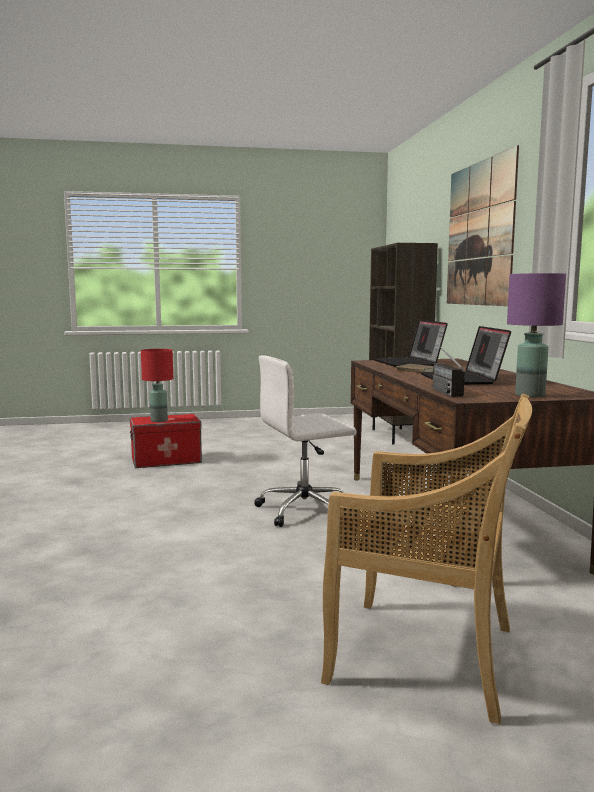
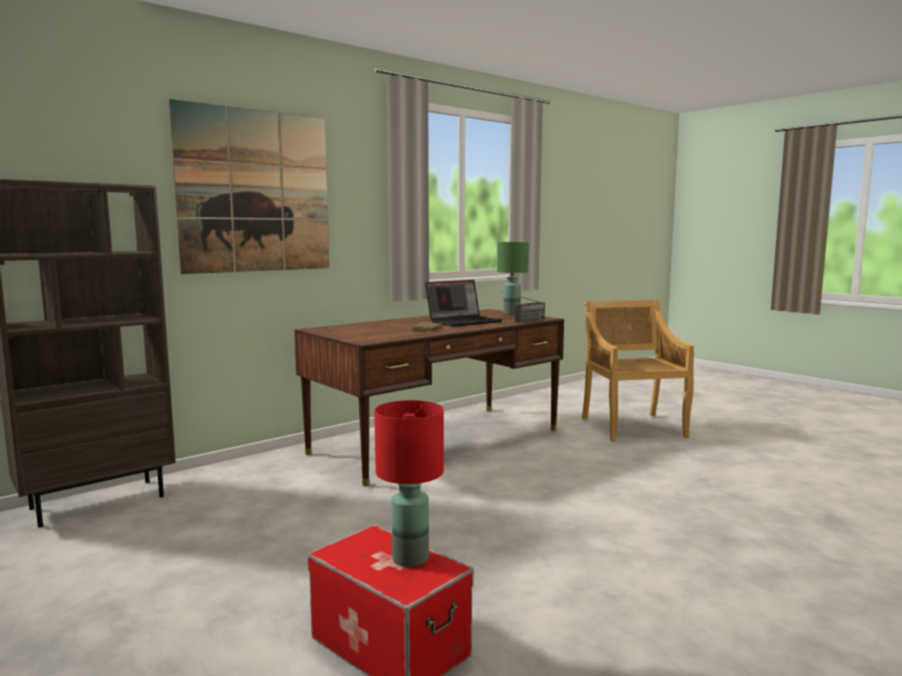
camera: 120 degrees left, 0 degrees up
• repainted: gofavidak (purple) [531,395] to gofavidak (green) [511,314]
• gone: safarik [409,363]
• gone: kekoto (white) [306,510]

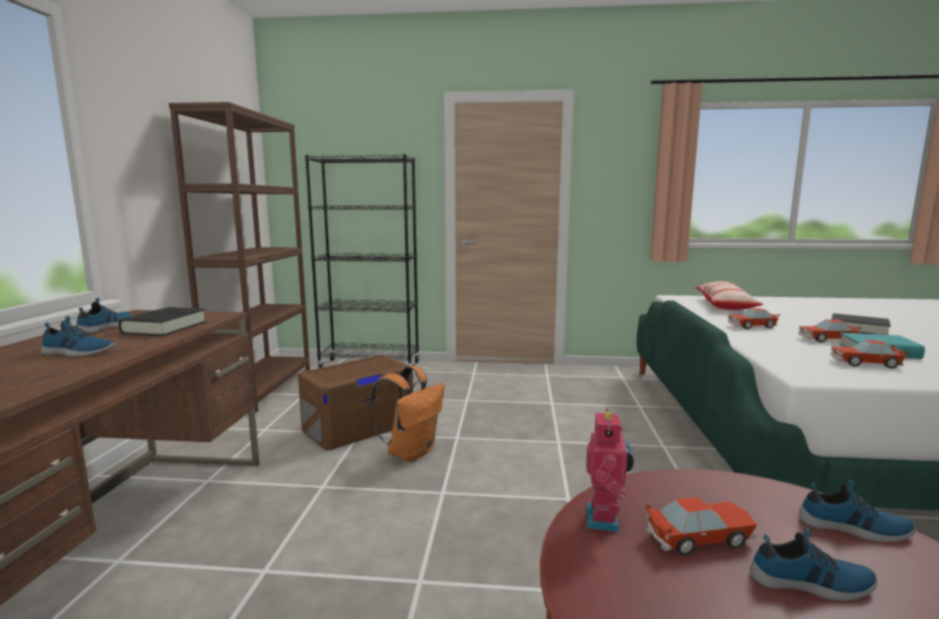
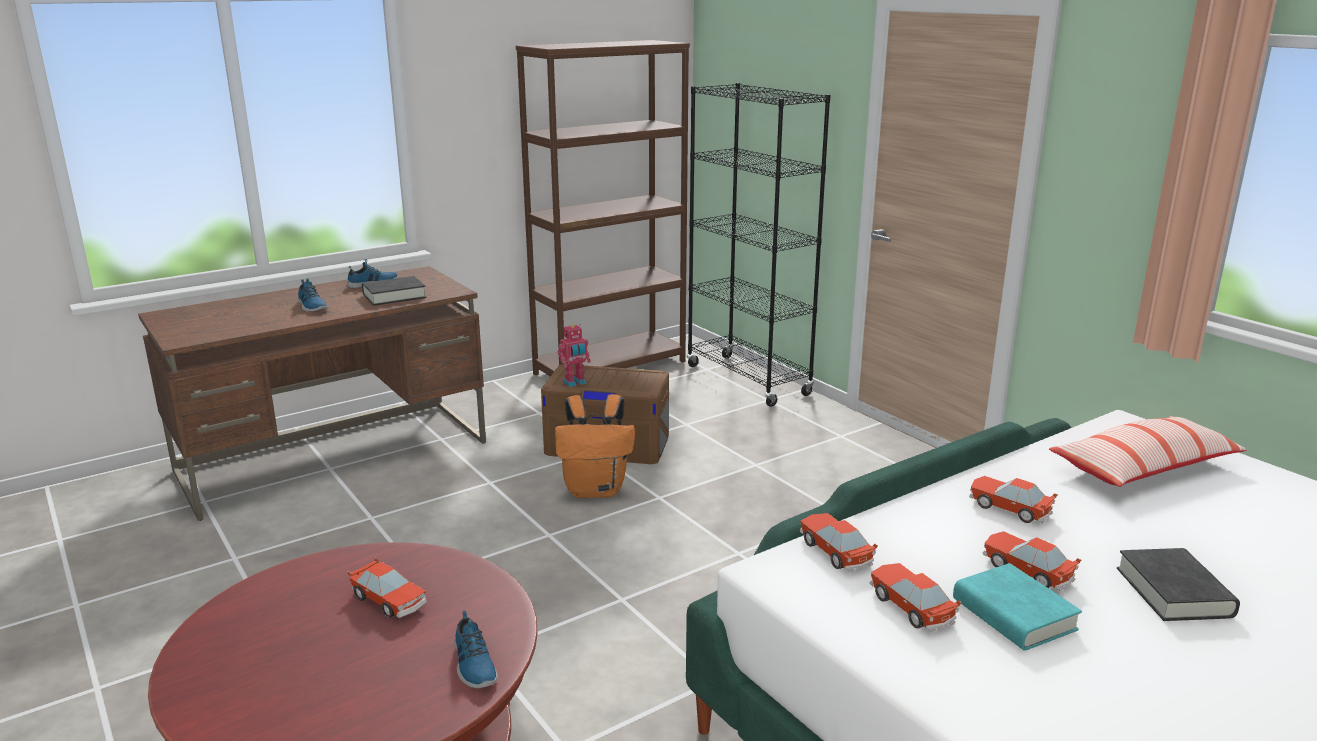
camera: 50 degrees right, 10 degrees up
• shifted: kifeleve [605,519] to [575,383]
• gone: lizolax [812,583]
• new: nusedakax [835,551]

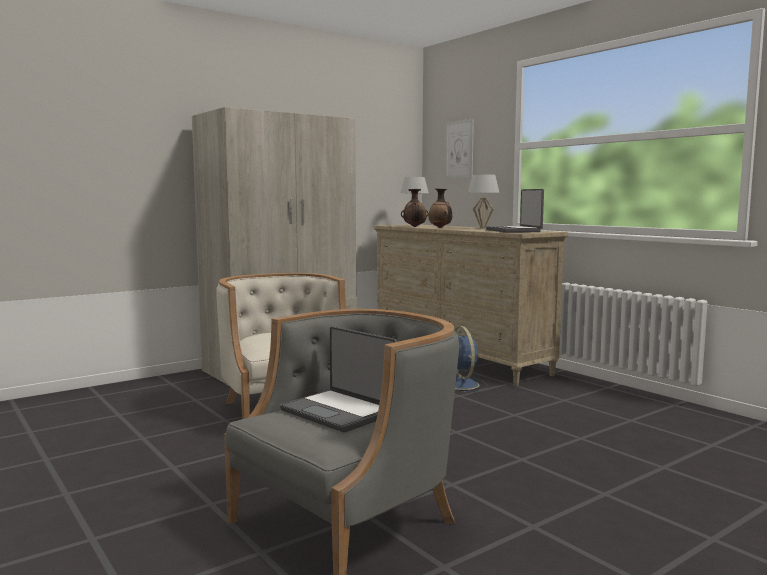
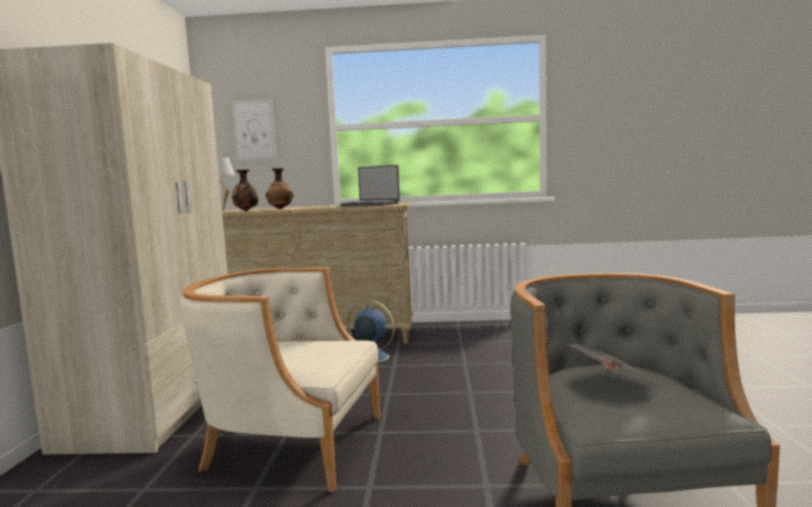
camera: 50 degrees left, 0 degrees up
• gone: gofavidak (white) [482,228]
• swapped: safarik [339,411] to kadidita [612,386]

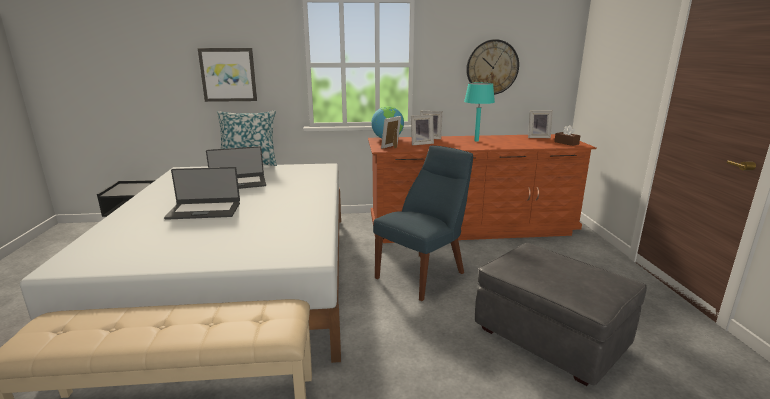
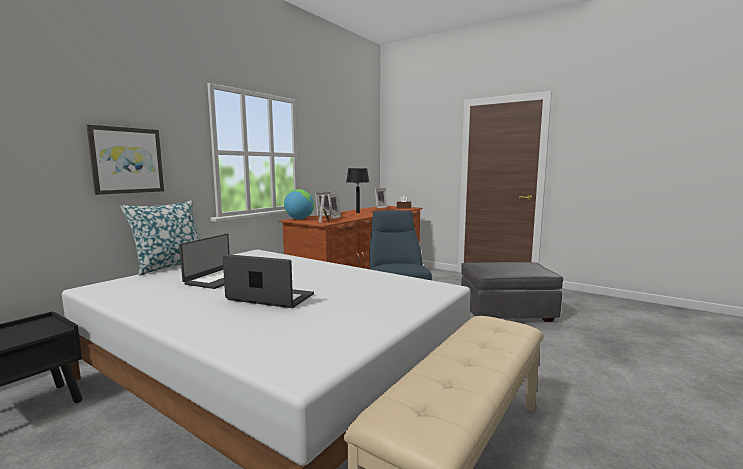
camera: 50 degrees left, 10 degrees down
• gone: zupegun [492,67]
• repainted: gofavidak (turquoise) [476,141] to gofavidak (black) [358,212]
• rotated: safarik [204,210] = [270,298] 105 degrees counterclockwise

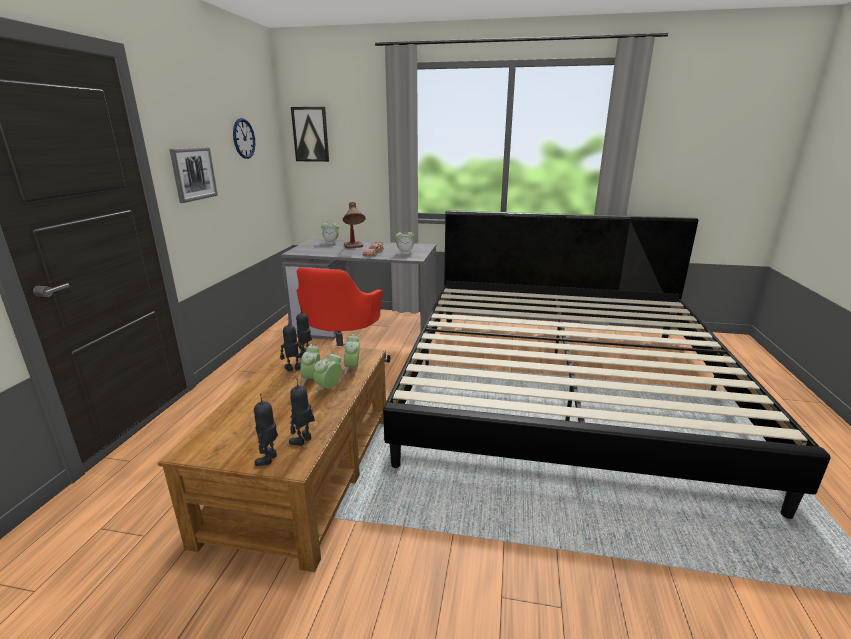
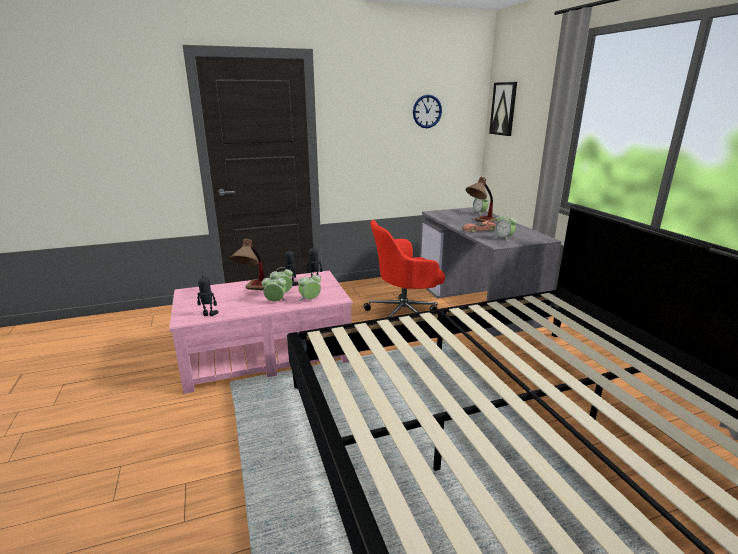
camera: 60 degrees right, 0 degrees up
• gone: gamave [193,174]
• repainted: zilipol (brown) [302,472] to zilipol (pink) [265,354]
• gone: kifeleve [269,459]
• new: gofavidak [254,291]

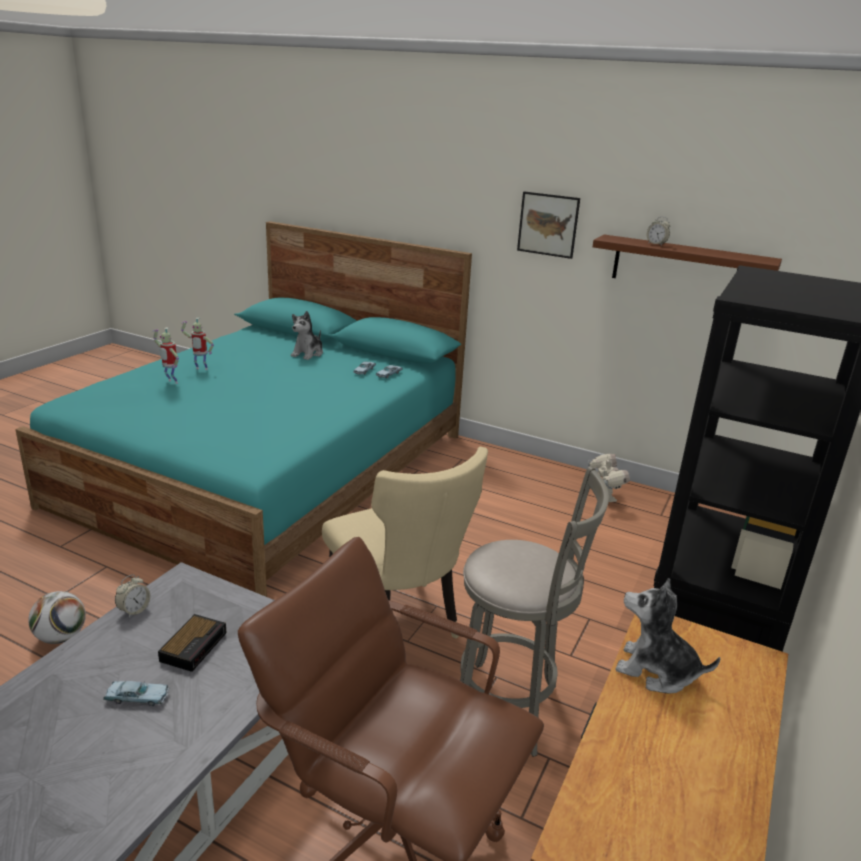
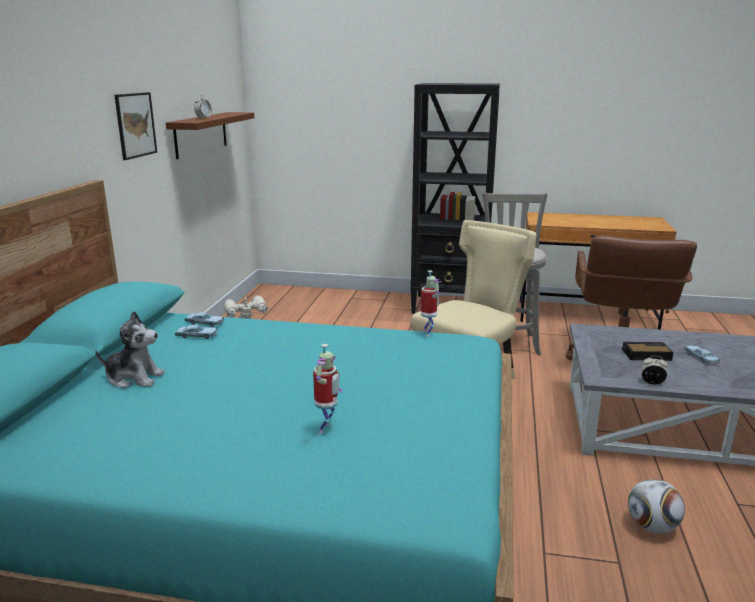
camera: 105 degrees left, 5 degrees down
• shifted: kifeleve [200,369] to [428,333]
• gone: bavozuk [656,671]

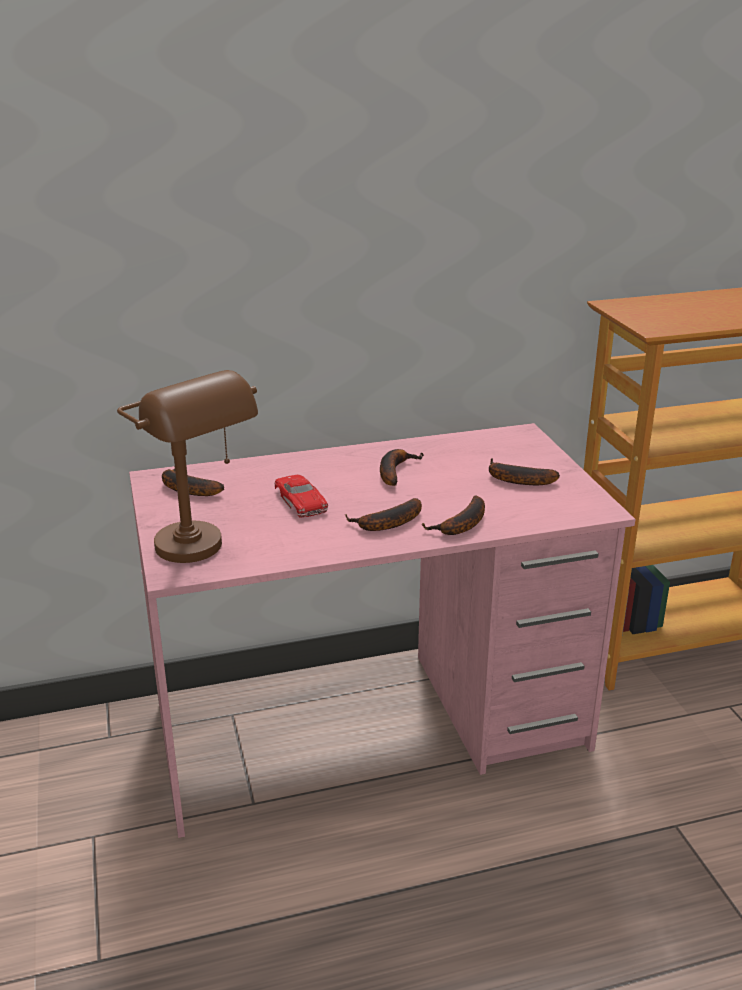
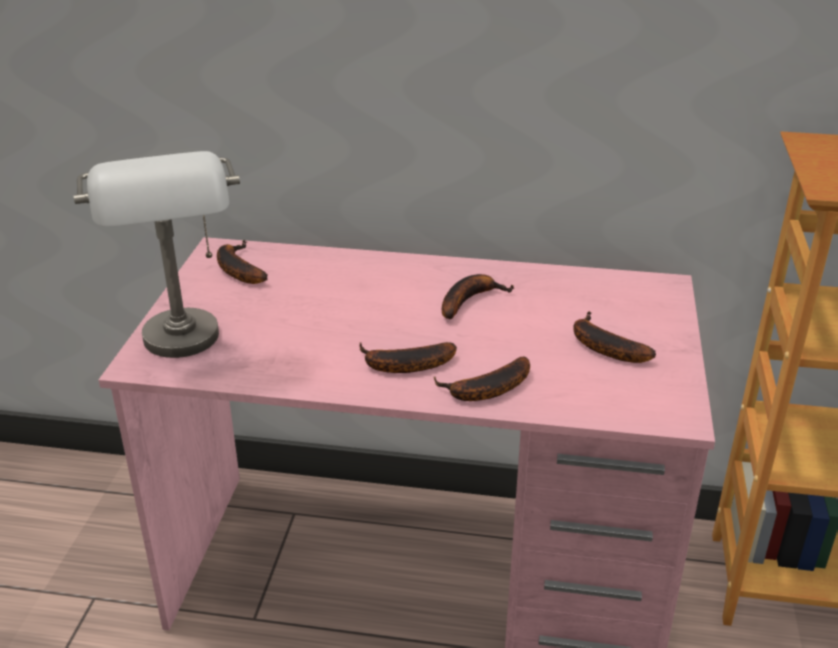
camera: 25 degrees right, 5 degrees up
• repainted: gofavidak (brown) [204,554] to gofavidak (grey) [186,350]
• gone: nusedakax (red) [300,500]

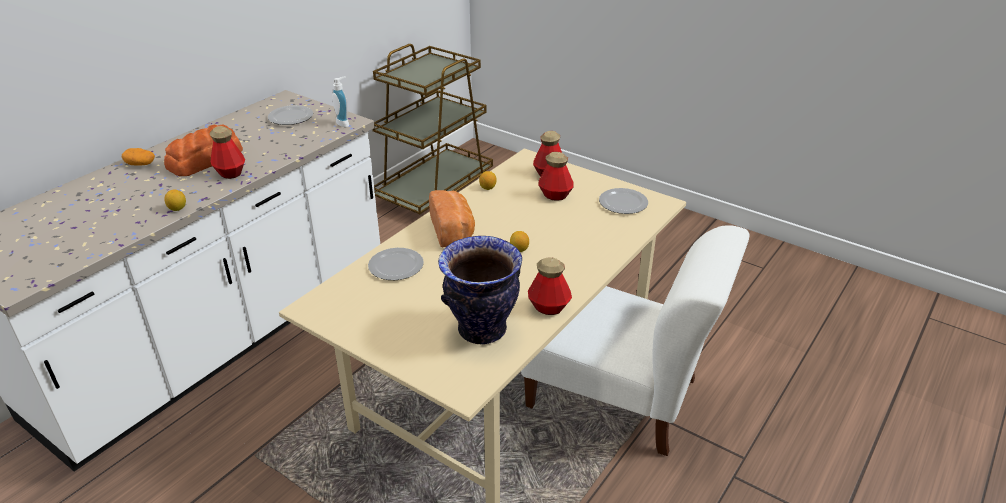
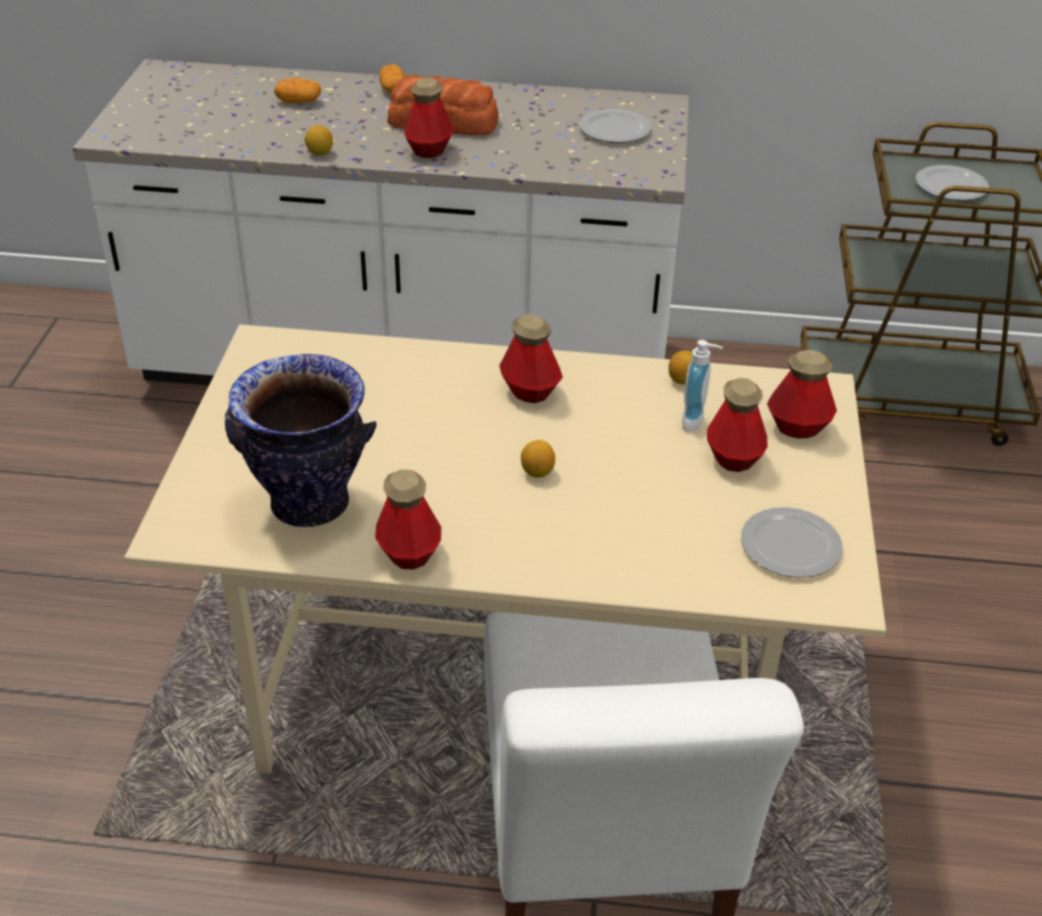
camera: 60 degrees right, 5 degrees up
• shifted: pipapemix [344,123] to [697,422]
• swapped: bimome [453,231] to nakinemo [530,391]
• shifted: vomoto [396,267] to [950,186]
• new: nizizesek [298,102]

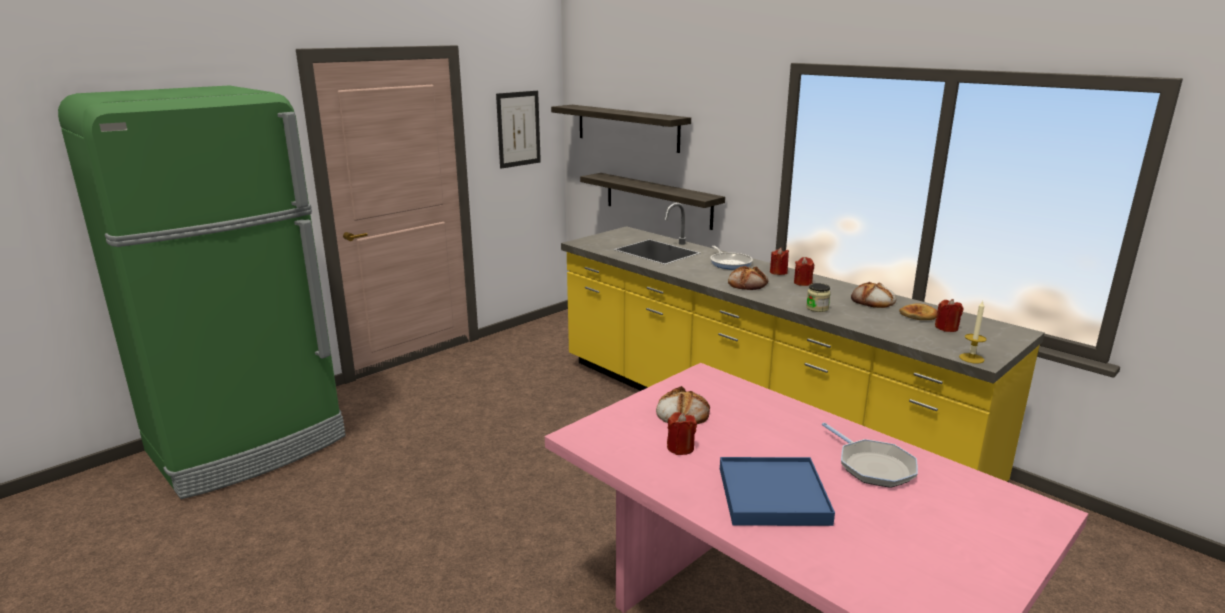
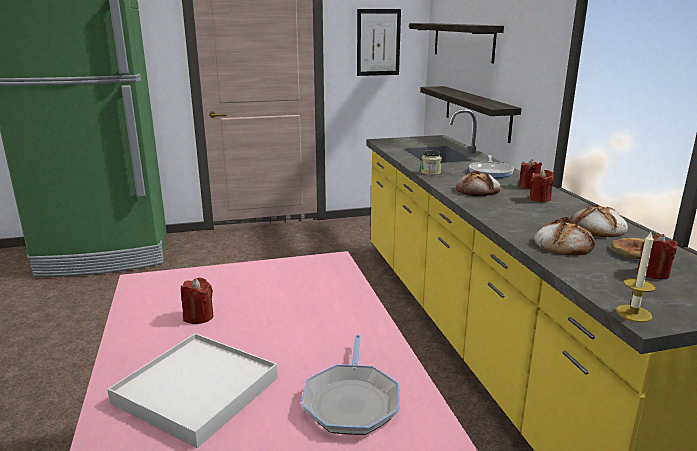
camera: 30 degrees right, 0 degrees up
• shifted: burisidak [817,308] to [430,172]
• shifted: bimome [682,412] to [563,244]
• repainted: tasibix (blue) [772,496] to tasibix (white) [196,391]

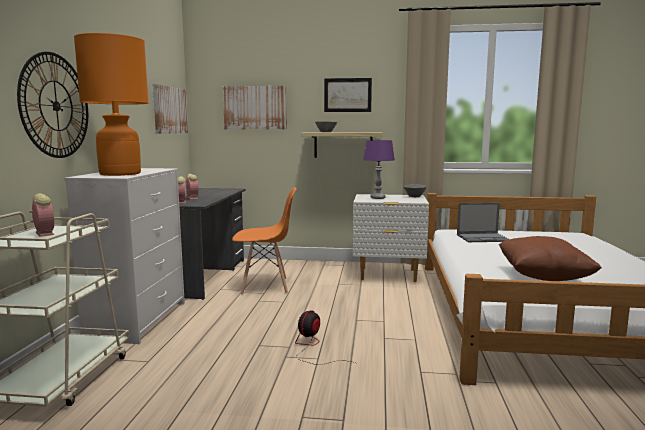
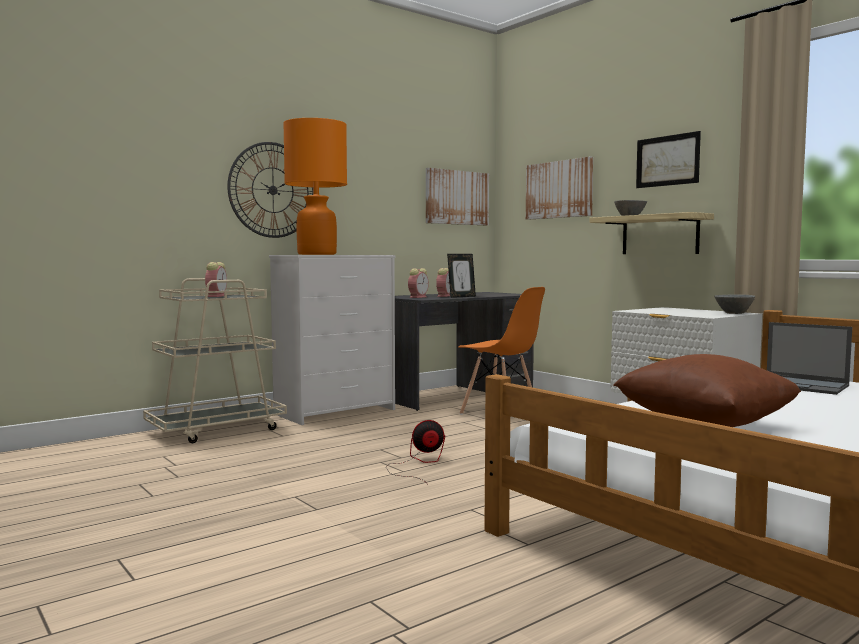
camera: 45 degrees right, 5 degrees down
• gone: gofavidak (purple) [377,198]
• new: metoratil [461,297]

